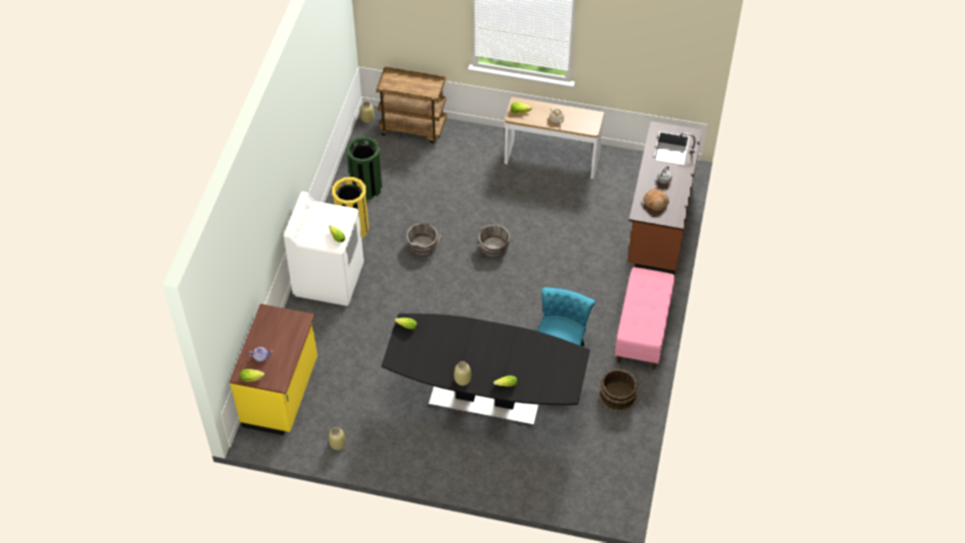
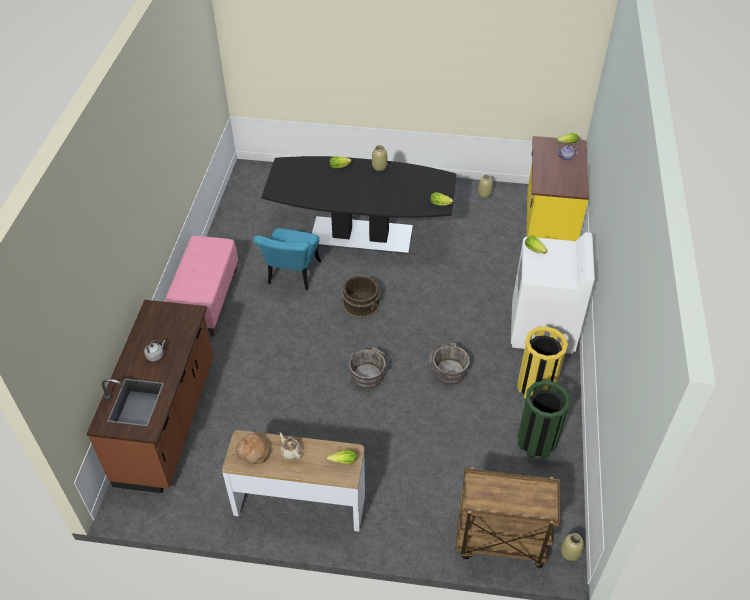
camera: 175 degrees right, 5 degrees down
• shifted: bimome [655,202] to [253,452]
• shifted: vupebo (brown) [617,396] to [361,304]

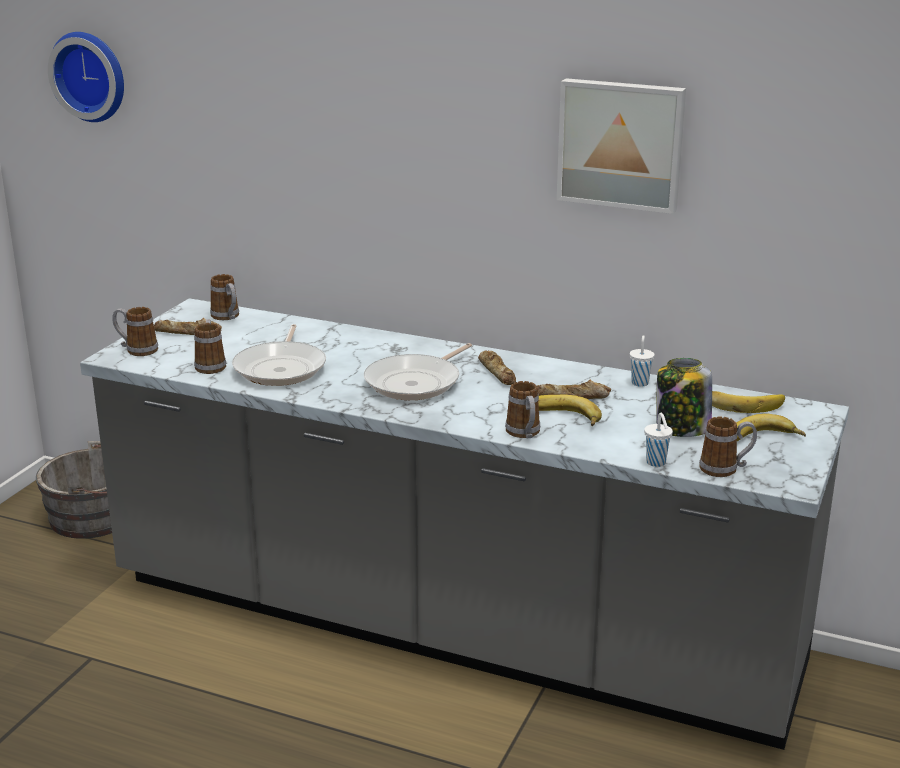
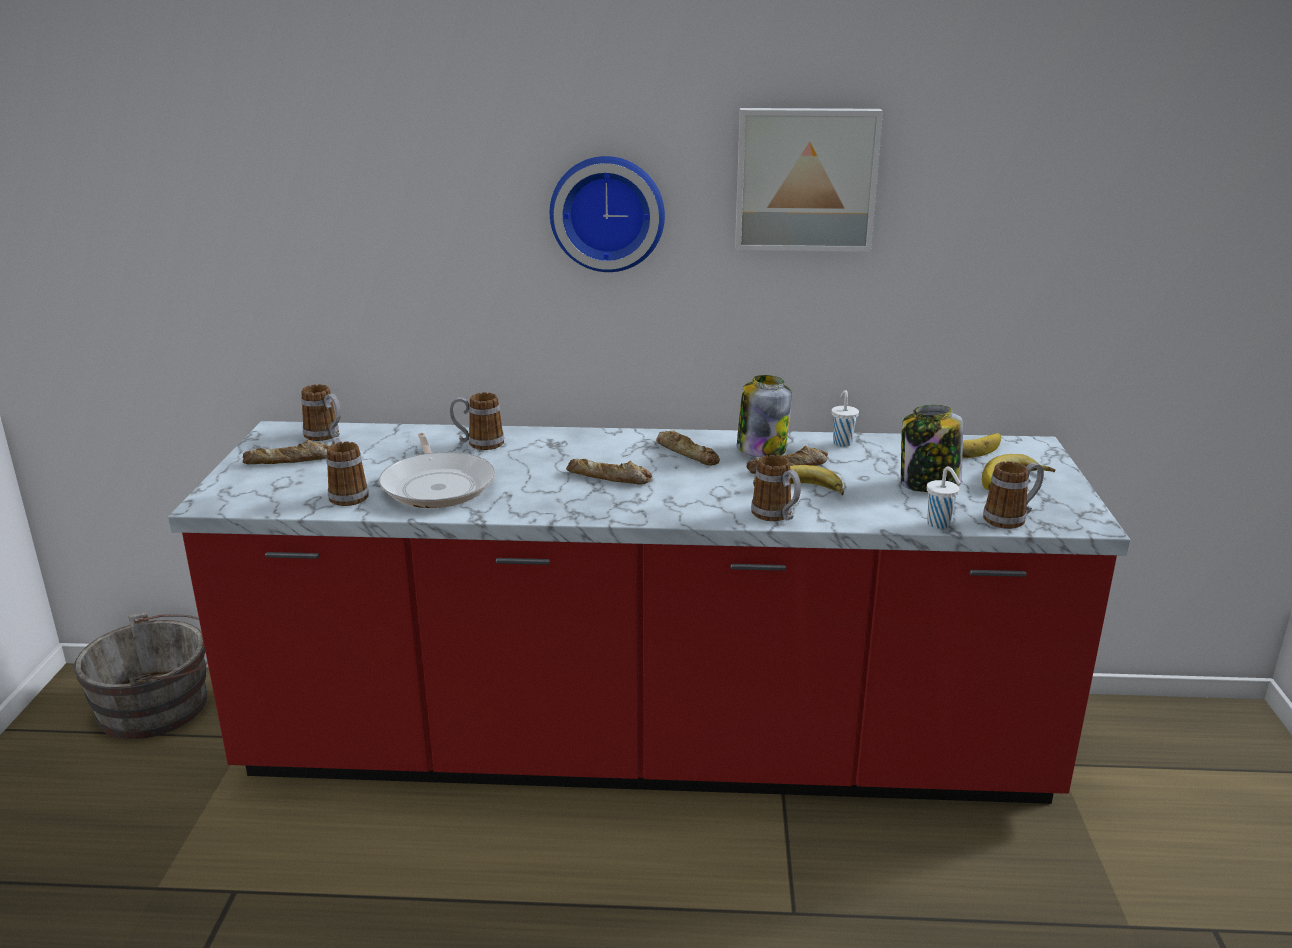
camera: 20 degrees left, 0 degrees up
• shifted: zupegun [91,75] to [608,213]
• repainted: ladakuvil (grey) [449,627] to ladakuvil (red) [646,749]
• shifted: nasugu [136,350] to [478,444]
• swapped: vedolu [416,382] to bimome [609,478]
• new: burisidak [761,449]

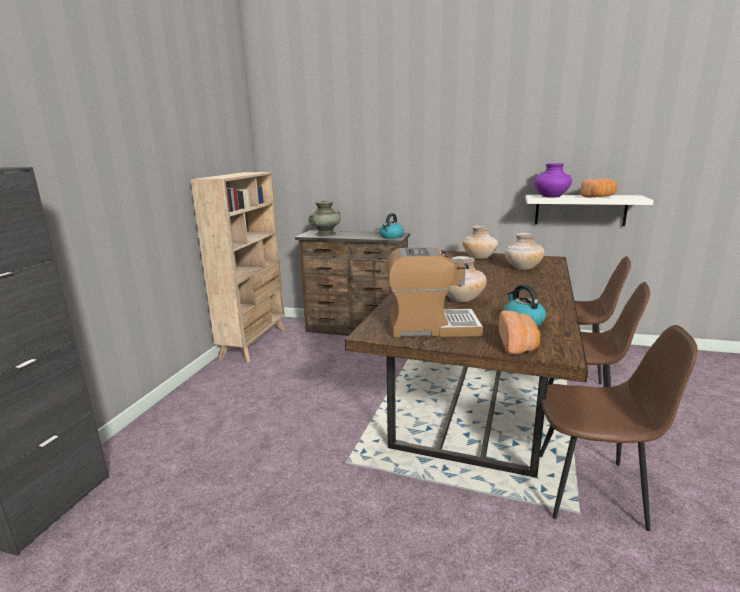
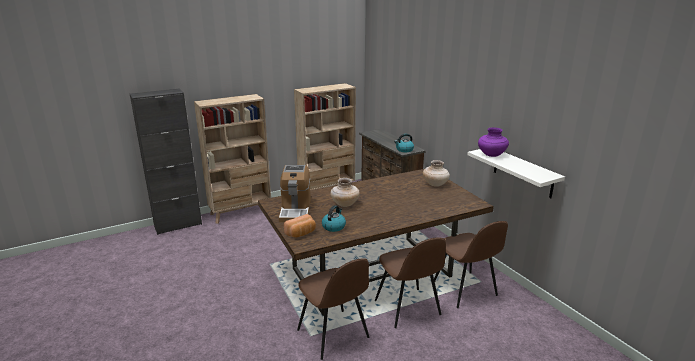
camera: 45 degrees right, 5 degrees up
• gone: bimome [599,197]
• gone: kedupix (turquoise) [325,234]
• gone: kedupix (beige) [522,268]
• rotated: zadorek [431,327] = [295,210] 45 degrees clockwise
• new: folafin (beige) [241,212]

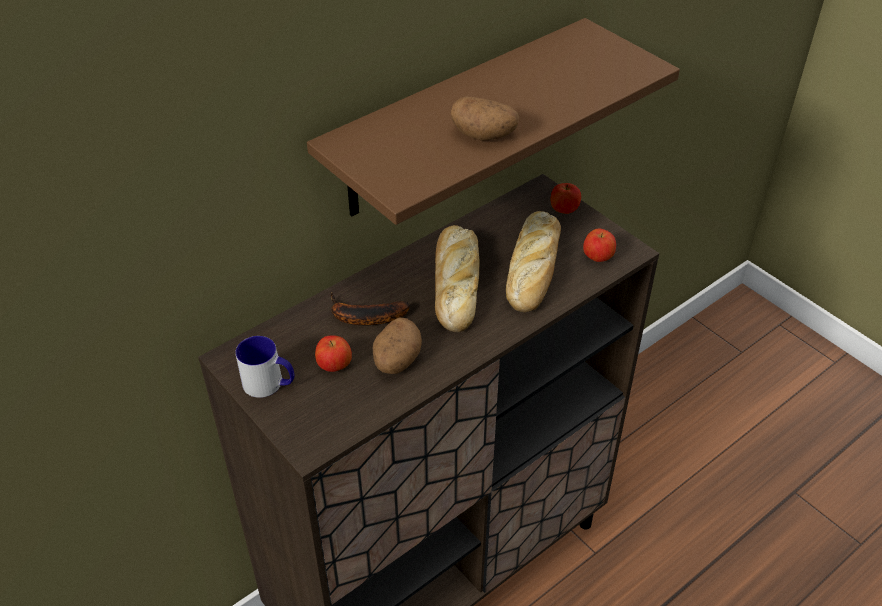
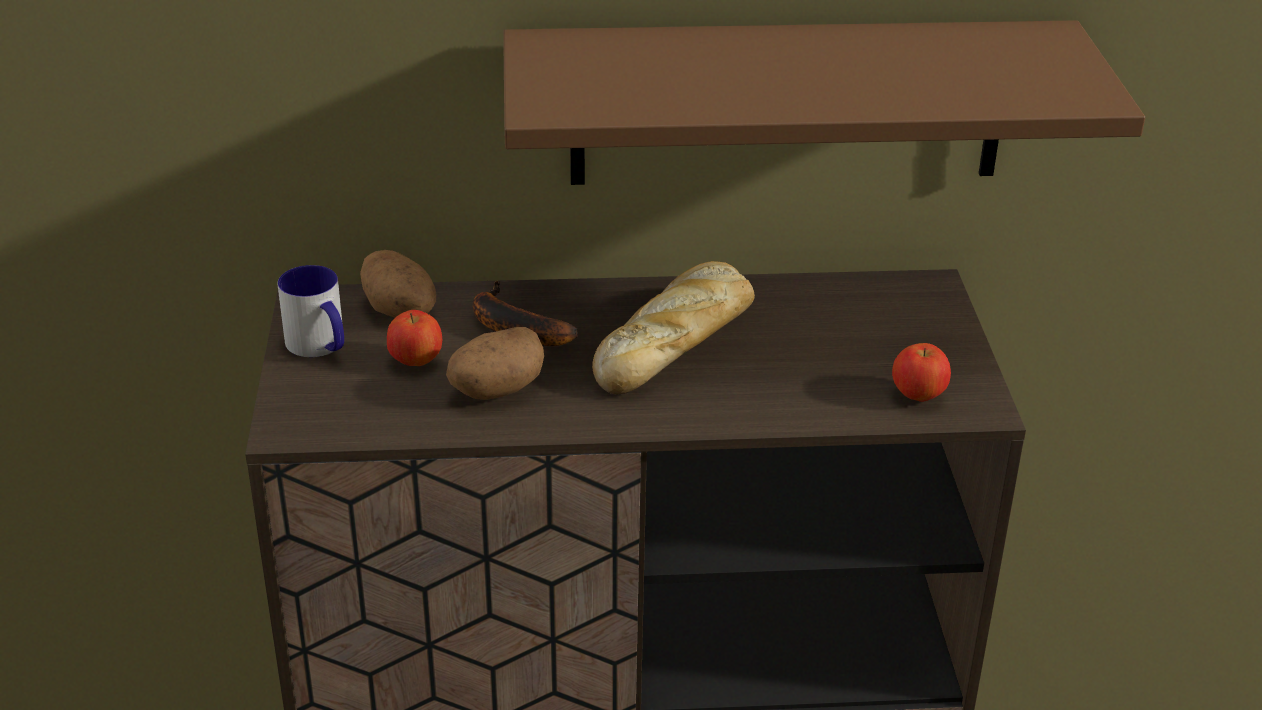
camera: 35 degrees right, 10 degrees down
• shifted: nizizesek [484,136] to [401,312]
• gone: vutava [564,210]
• gone: bimome [533,269]

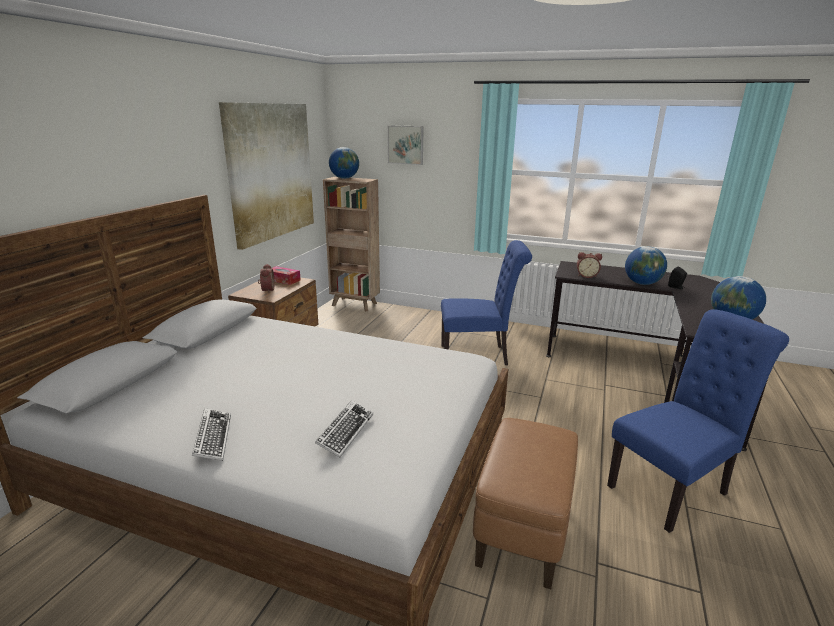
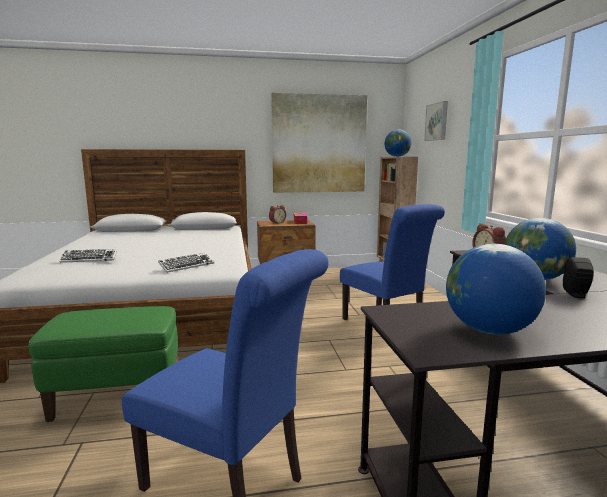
camera: 60 degrees right, 10 degrees down
• shifted: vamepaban [213,438] to [187,266]
• repainted: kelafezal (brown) [522,530] to kelafezal (green) [117,397]

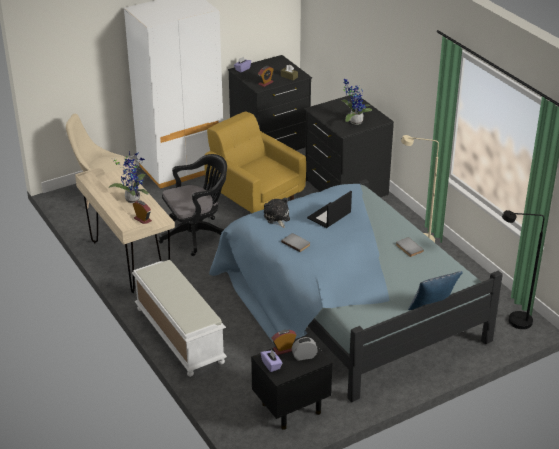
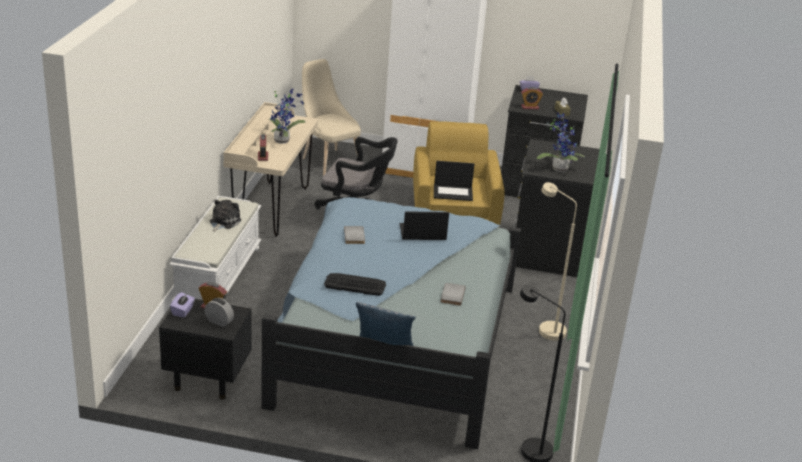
camera: 40 degrees right, 5 degrees down
• shifted: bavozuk [277,218] to [223,222]
• new: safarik [453,192]
• new: vamepaban [355,284]

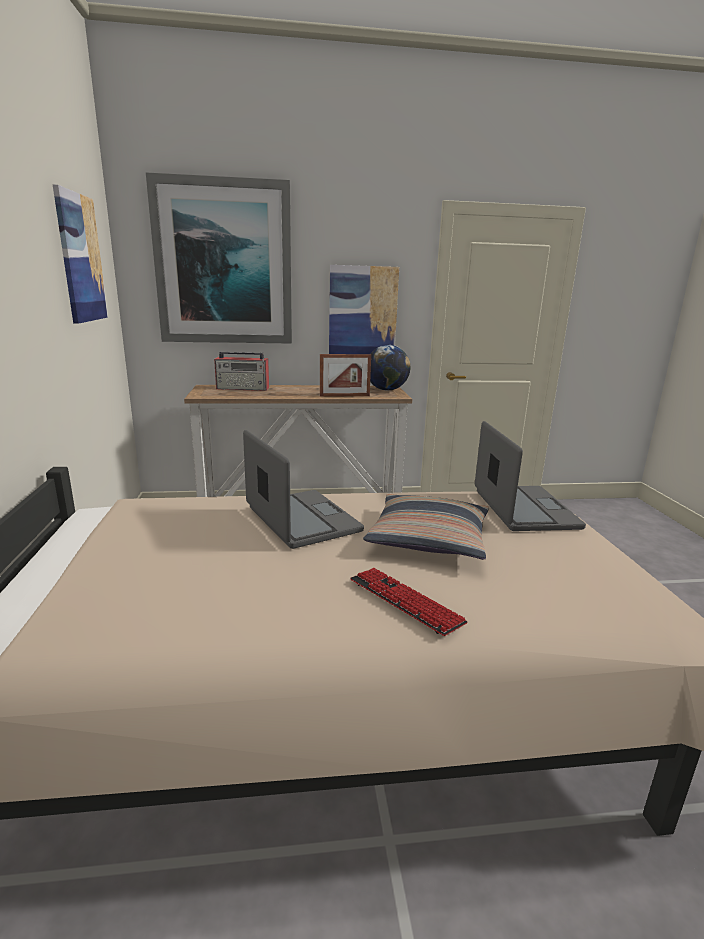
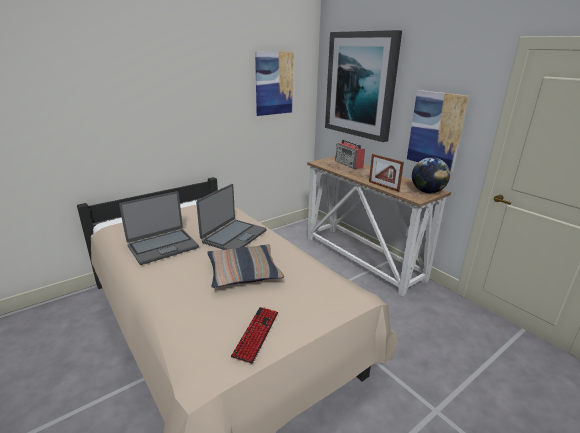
camera: 60 degrees right, 5 degrees up
• shifted: safarik [523,509] to [163,246]
• shifted: vamepaban [405,602] to [256,334]

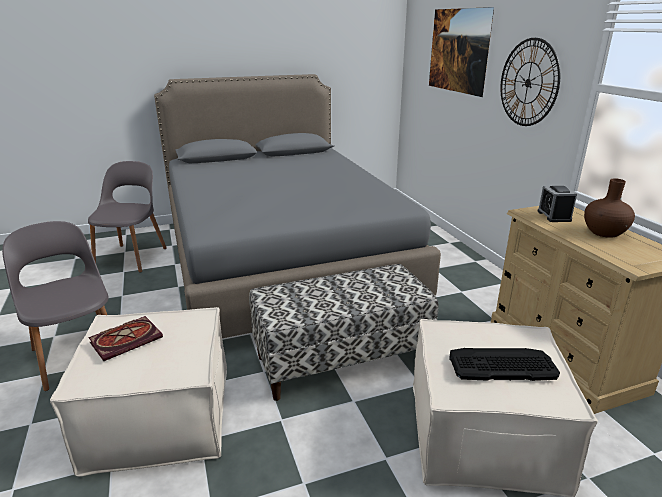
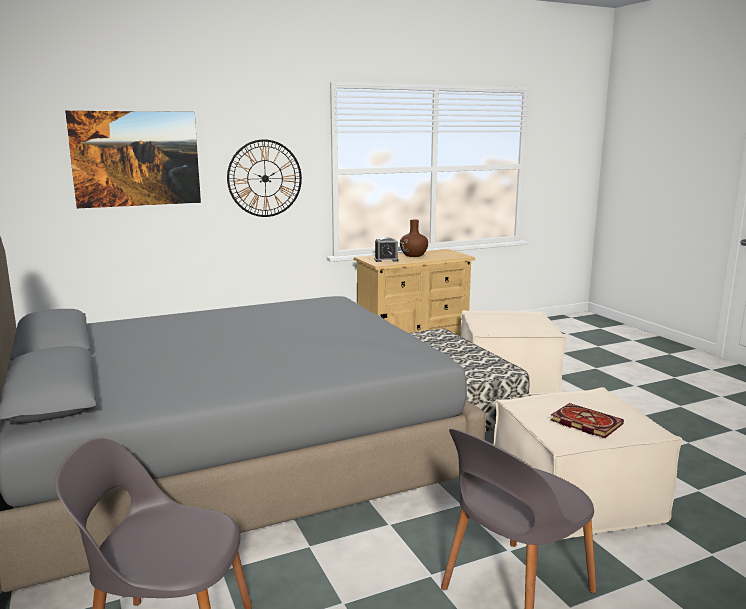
camera: 95 degrees left, 10 degrees down
• gone: vamepaban [501,365]

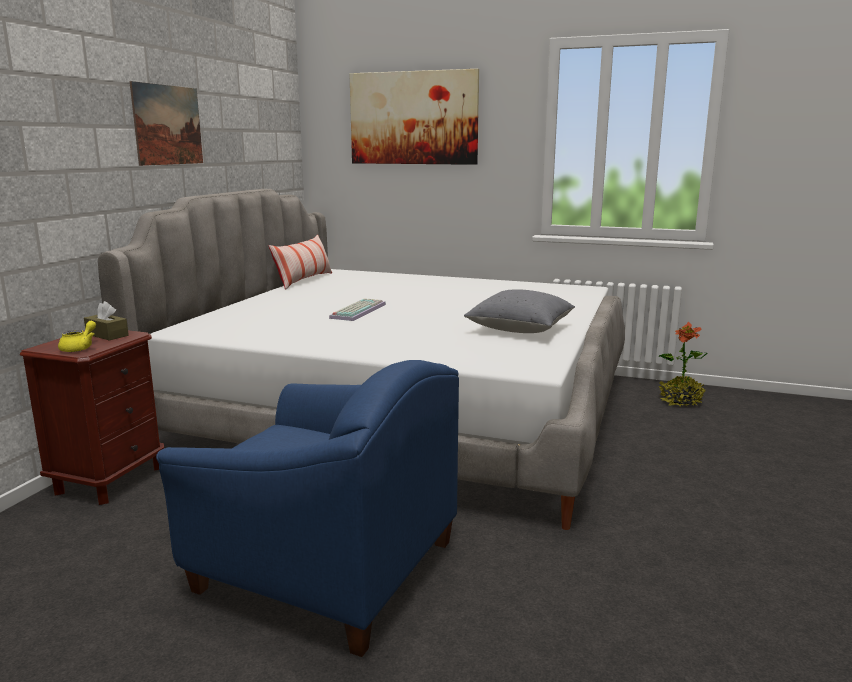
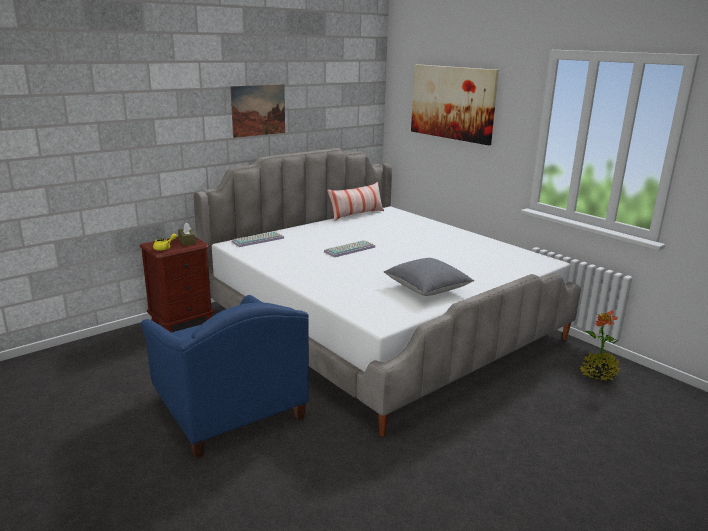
camera: 30 degrees right, 5 degrees up
• new: vamepaban [258,239]

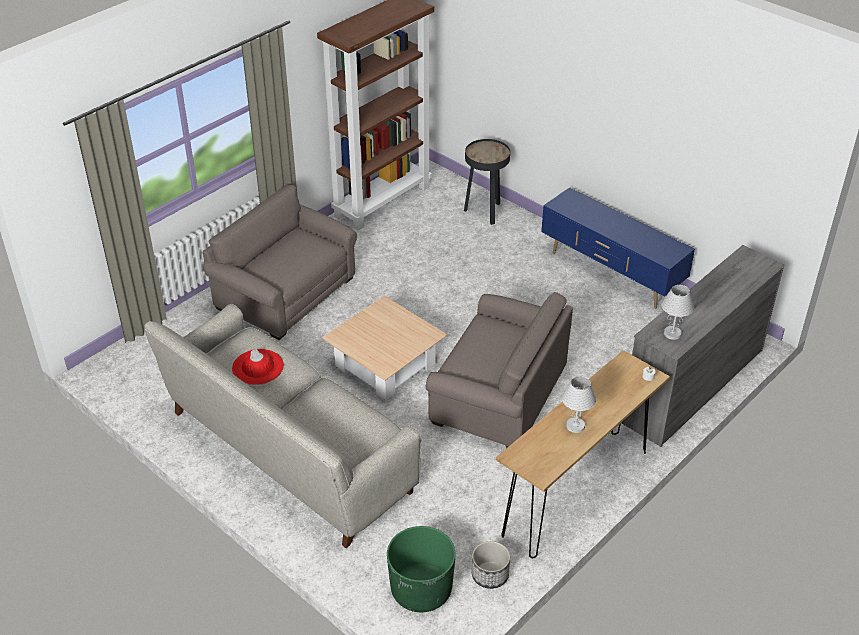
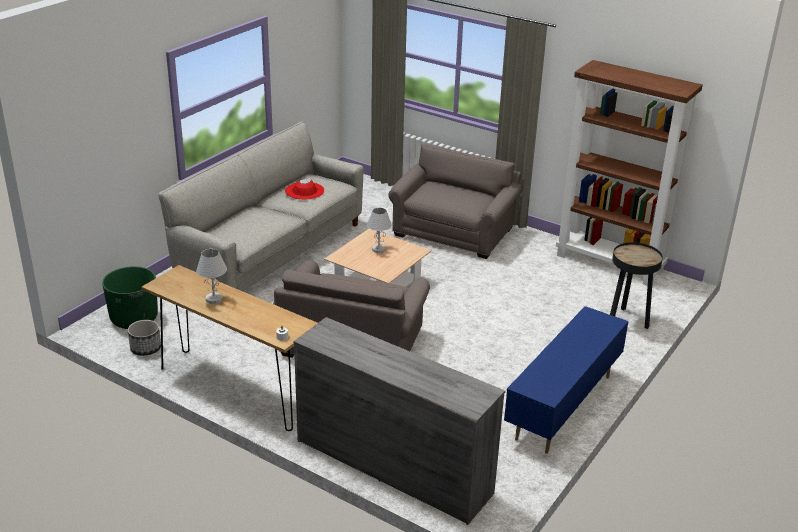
camera: 80 degrees right, 10 degrees down
• shifted: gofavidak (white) [672,334] to [378,249]

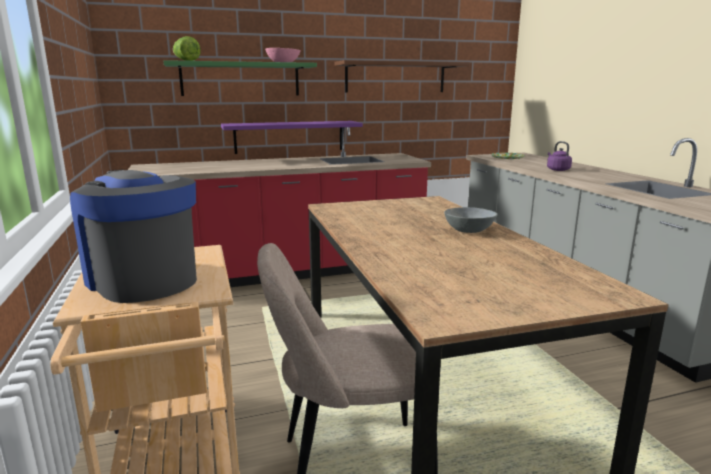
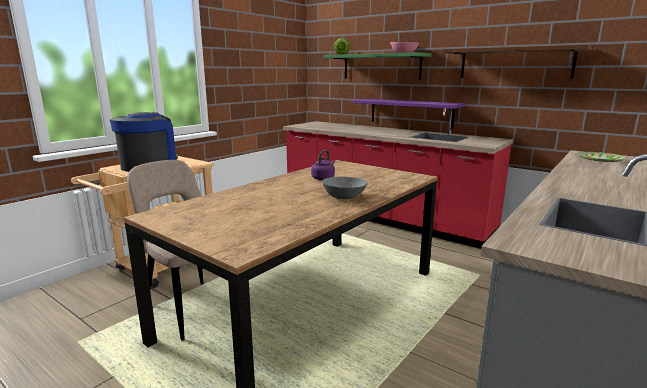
camera: 55 degrees right, 0 degrees up
• shifted: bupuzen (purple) [557,169] to [323,178]

